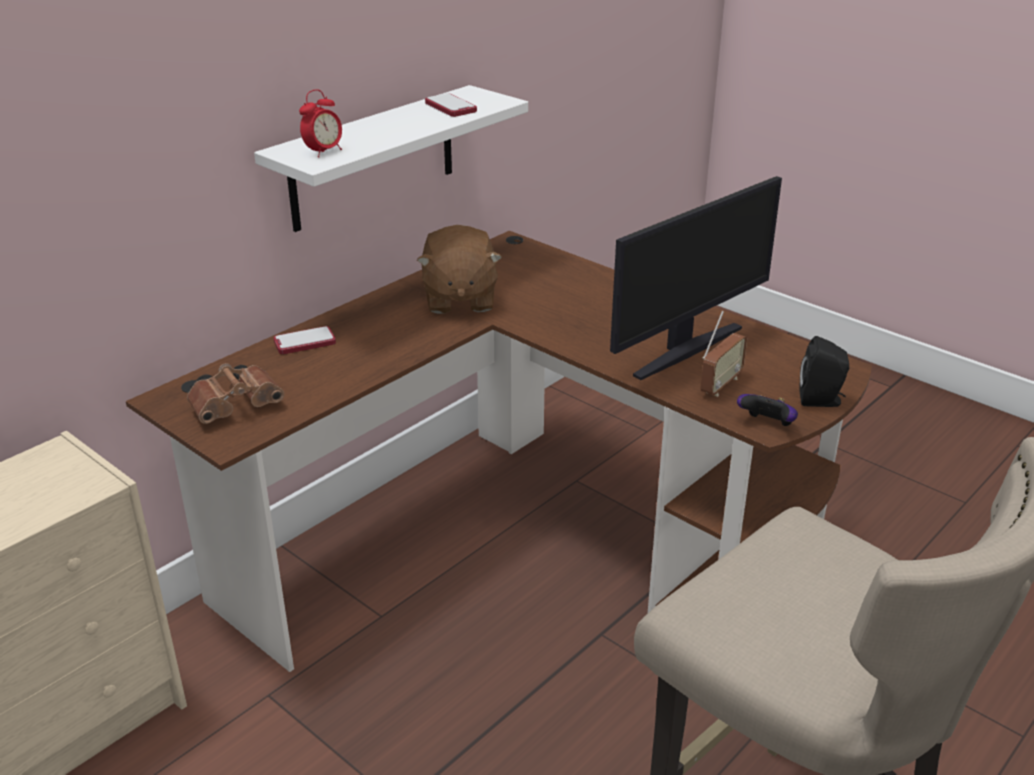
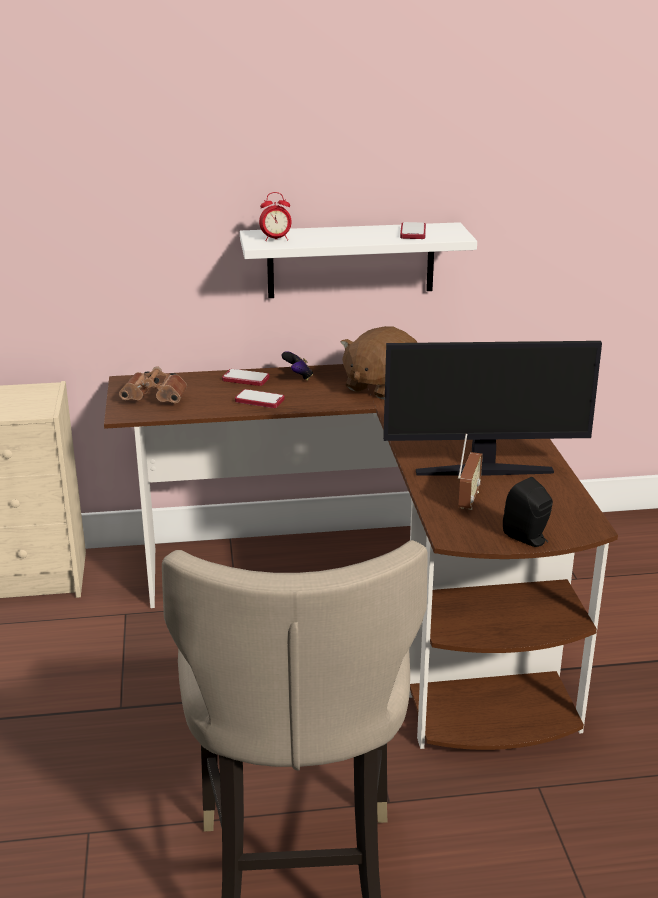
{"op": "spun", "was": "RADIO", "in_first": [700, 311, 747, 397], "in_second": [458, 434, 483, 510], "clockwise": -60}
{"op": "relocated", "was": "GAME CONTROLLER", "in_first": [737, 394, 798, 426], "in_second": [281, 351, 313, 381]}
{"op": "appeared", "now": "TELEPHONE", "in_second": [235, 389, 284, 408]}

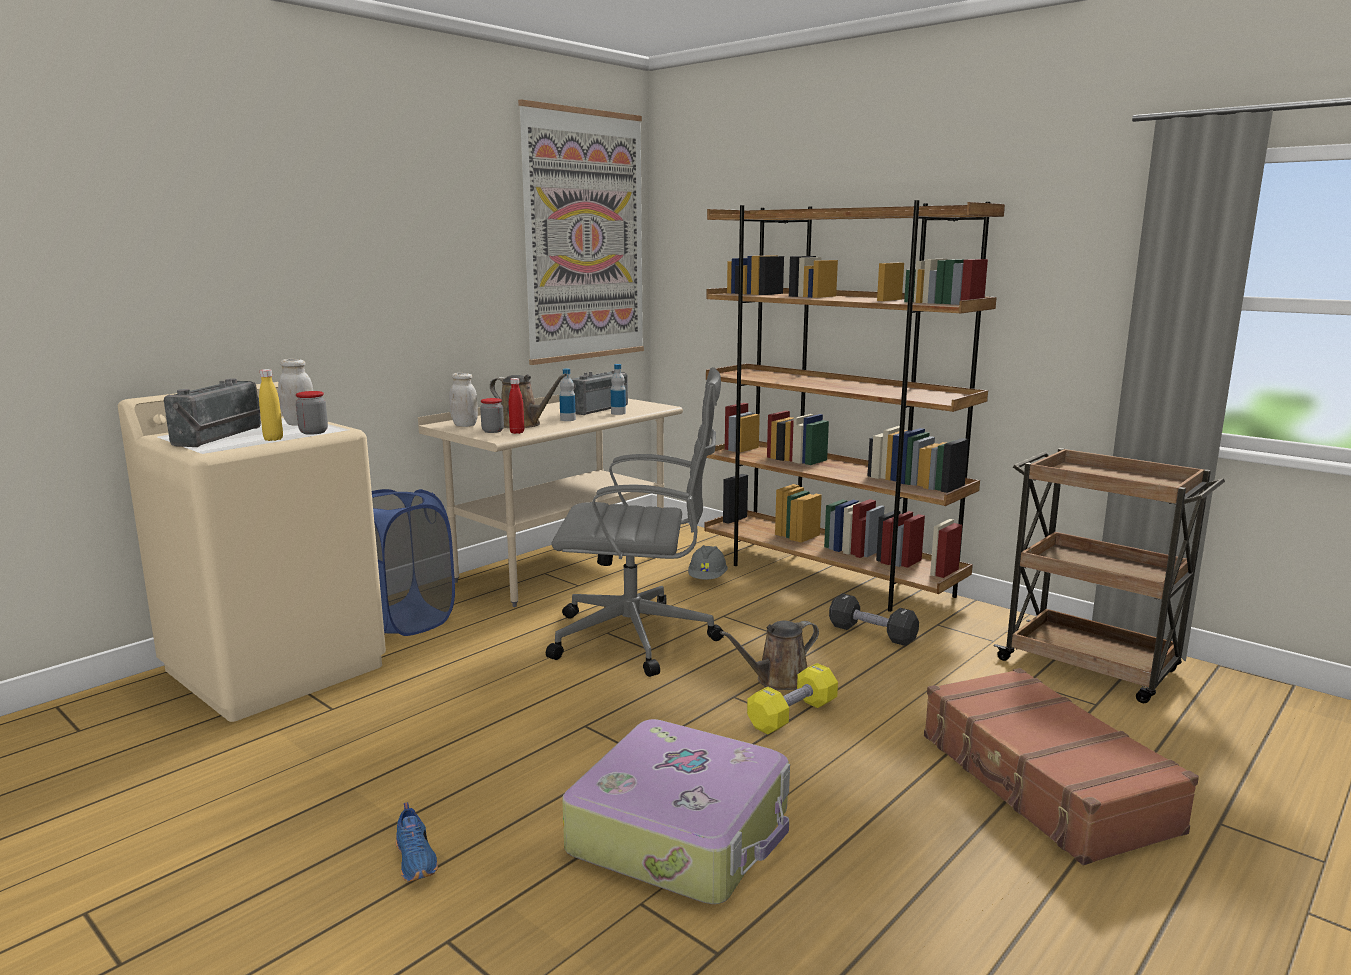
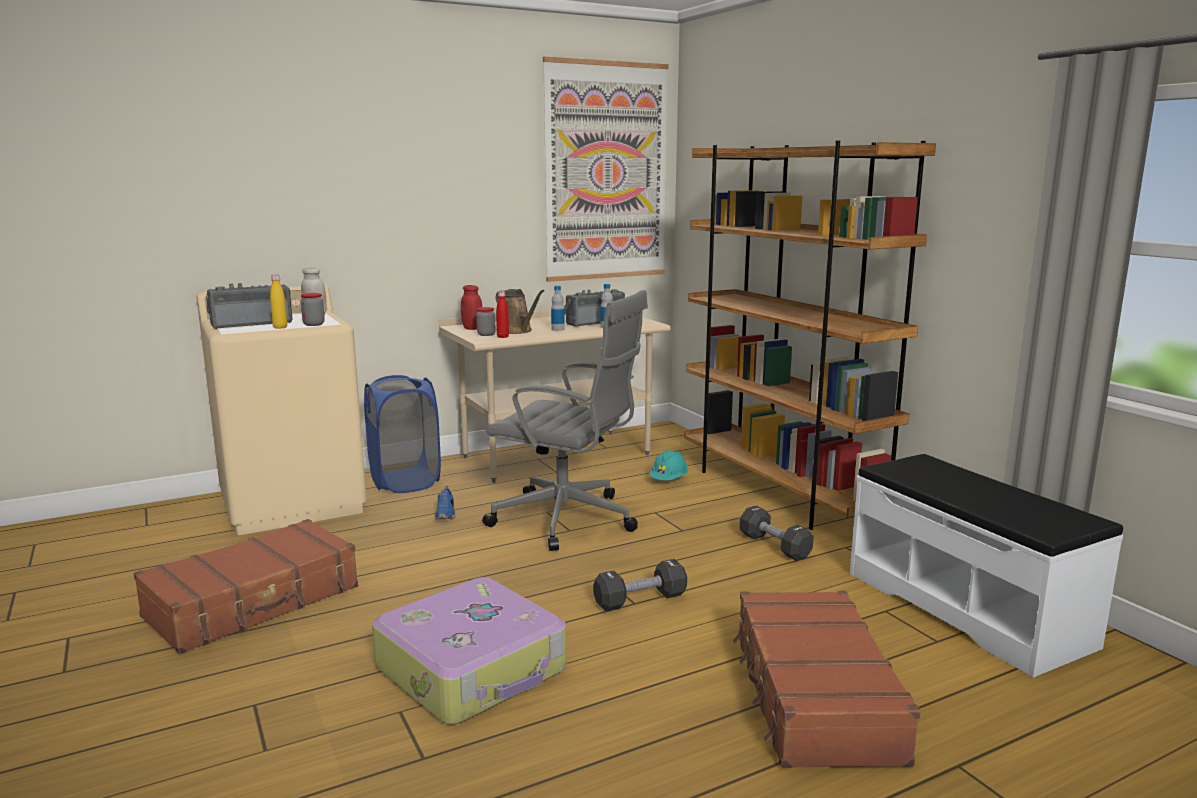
{"op": "spun", "was": "RADIO", "in_first": [164, 378, 261, 447], "in_second": [206, 283, 292, 329], "clockwise": -150}
{"op": "relocated", "was": "BLUE-COLOURED SHOE", "in_first": [396, 802, 438, 882], "in_second": [435, 486, 455, 520]}
{"op": "colour", "was": "WHITE-COLOURED STORAGE JAR", "now": "RED STORAGE JAR", "in_first": [449, 373, 478, 427], "in_second": [461, 285, 482, 330]}
{"op": "colour", "was": "GRAY SAFETY HELMET", "now": "TURQUOISE-COLOURED SAFETY HELMET", "in_first": [688, 545, 728, 579], "in_second": [649, 450, 688, 480]}
{"op": "missing", "was": "BROWN SPRINKLING CAN", "in_first": [720, 621, 819, 690]}
{"op": "colour", "was": "YELLOW HAND WEIGHT", "now": "BLACK-COLOURED HAND WEIGHT", "in_first": [747, 663, 838, 734], "in_second": [593, 559, 687, 611]}
{"op": "exchanged", "was": "BROWN TROLLEY", "now": "WHITE-COLOURED BENCH", "in_first": [993, 448, 1225, 703], "in_second": [850, 454, 1123, 678]}
{"op": "appeared", "now": "BROWN PIECE OF LUGGAGE", "in_second": [133, 519, 358, 654]}

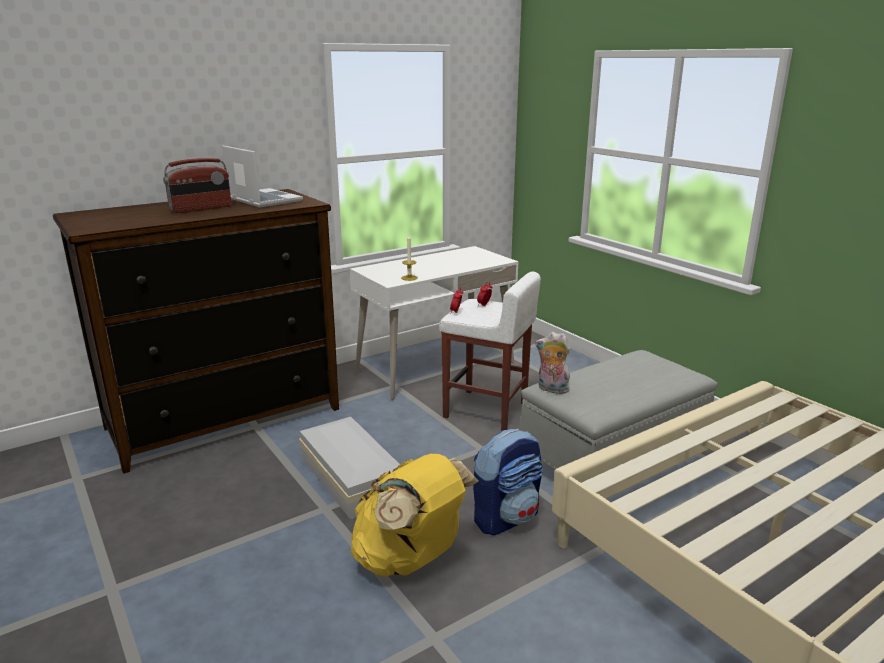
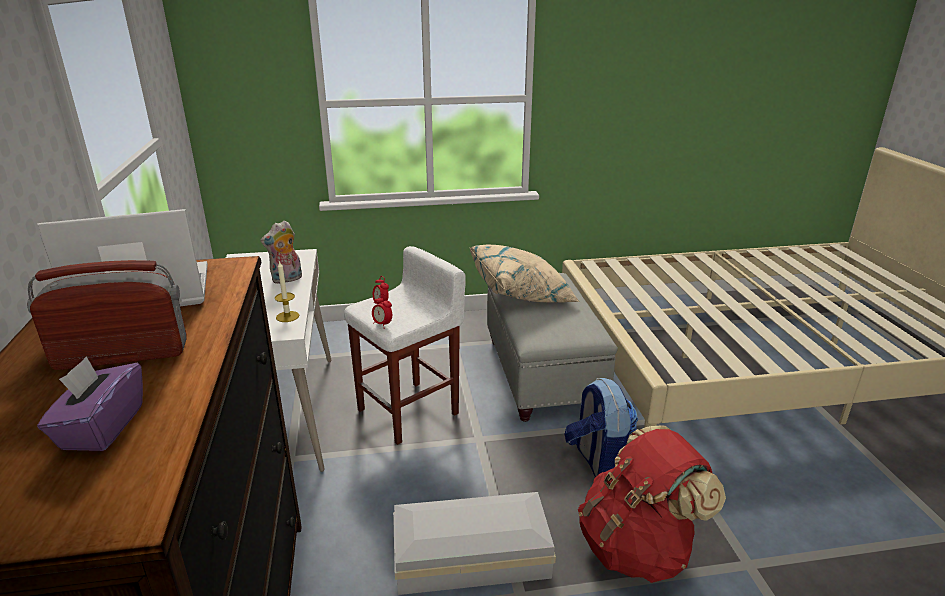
{"op": "spun", "was": "RADIO", "in_first": [163, 158, 231, 213], "in_second": [27, 260, 187, 370], "clockwise": -90}
{"op": "colour", "was": "YELLOW KNAPSACK", "now": "RED KNAPSACK", "in_first": [351, 454, 479, 576], "in_second": [578, 425, 726, 583]}
{"op": "relocated", "was": "CUDDLY TOY", "in_first": [535, 332, 570, 394], "in_second": [260, 220, 302, 284]}
{"op": "appeared", "now": "PURPLISH TISSUE HOLDER", "in_second": [37, 356, 143, 451]}
{"op": "appeared", "now": "BEIGE CUSHION", "in_second": [470, 244, 580, 303]}

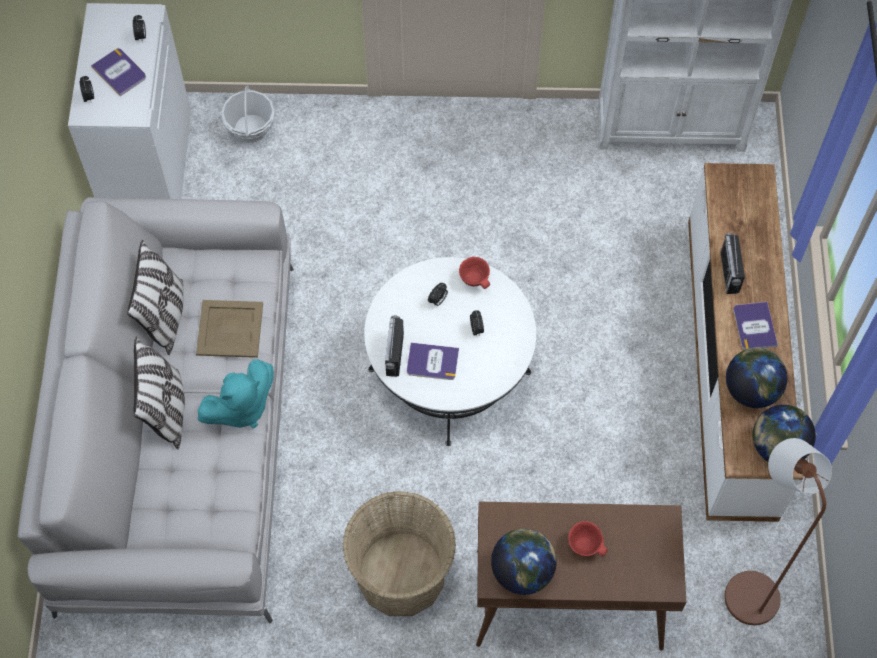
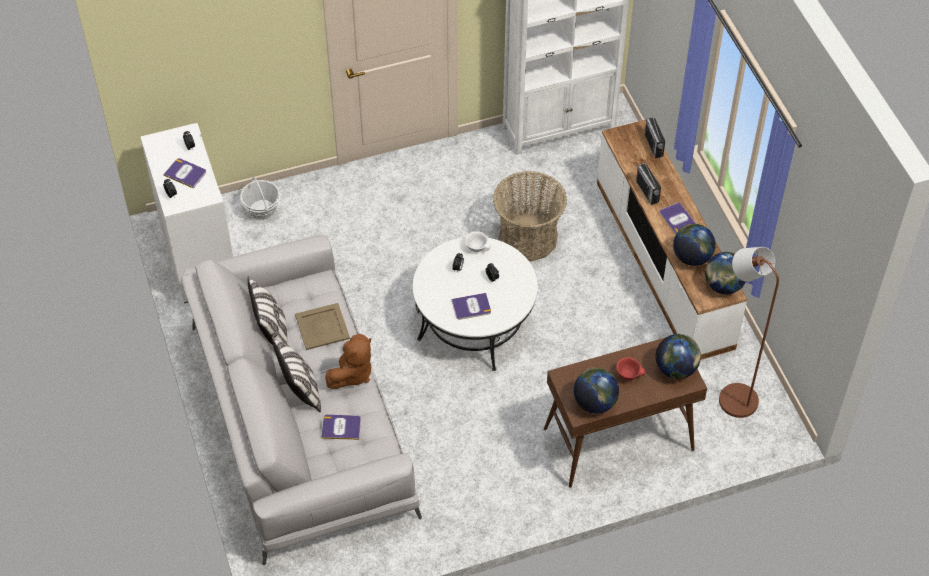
{"op": "colour", "was": "TURQUOISE-COLOURED CUDDLY TOY", "now": "BROWN CUDDLY TOY", "in_first": [198, 359, 274, 429], "in_second": [325, 334, 371, 389]}
{"op": "relocated", "was": "STORAGE BASKET", "in_first": [342, 491, 456, 616], "in_second": [493, 171, 567, 261]}
{"op": "relocated", "was": "RADIO", "in_first": [385, 315, 404, 377], "in_second": [645, 115, 665, 158]}
{"op": "colour", "was": "RED BOWL", "now": "WHITE-COLOURED BOWL", "in_first": [459, 257, 490, 289], "in_second": [466, 231, 491, 252]}
{"op": "appeared", "now": "VOLUME", "in_second": [321, 415, 361, 440]}
{"op": "appeared", "now": "GLOBE", "in_second": [656, 334, 701, 379]}

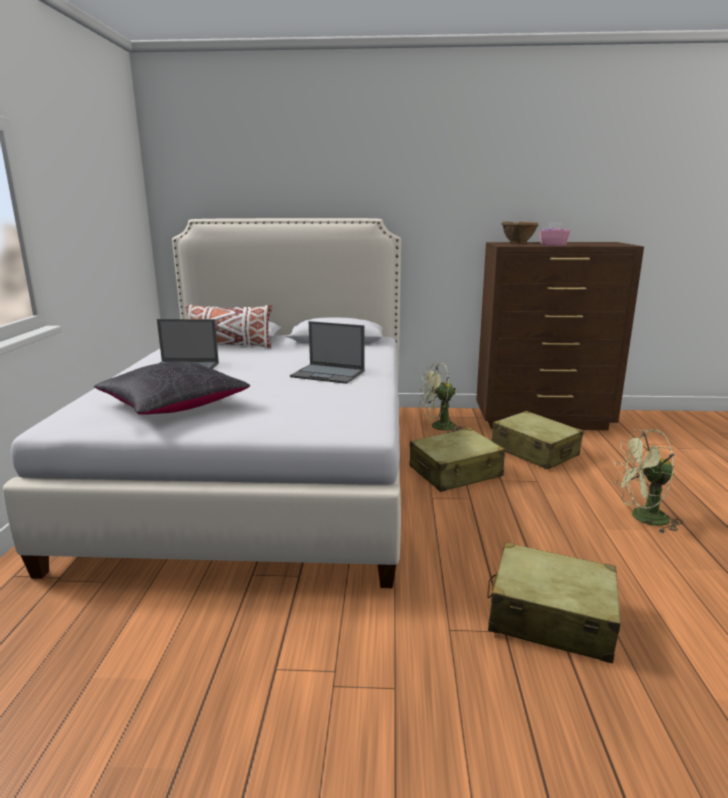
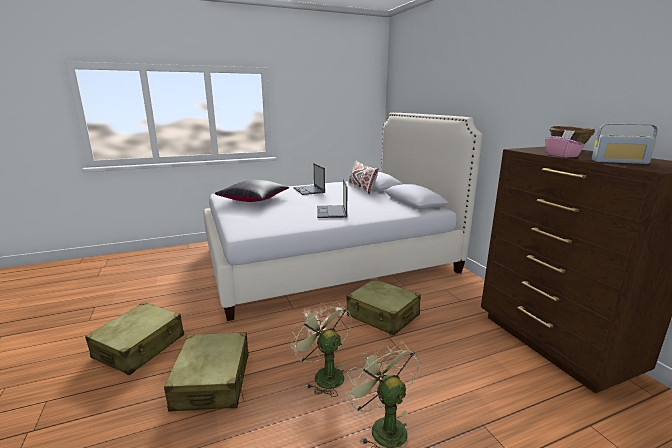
{"op": "relocated", "was": "GREEN-COLOURED ELECTRIC FAN", "in_first": [420, 363, 465, 433], "in_second": [290, 301, 352, 397]}
{"op": "relocated", "was": "BEIGE PIECE OF LUGGAGE", "in_first": [491, 411, 584, 470], "in_second": [85, 302, 184, 375]}
{"op": "appeared", "now": "RADIO", "in_second": [592, 124, 658, 164]}

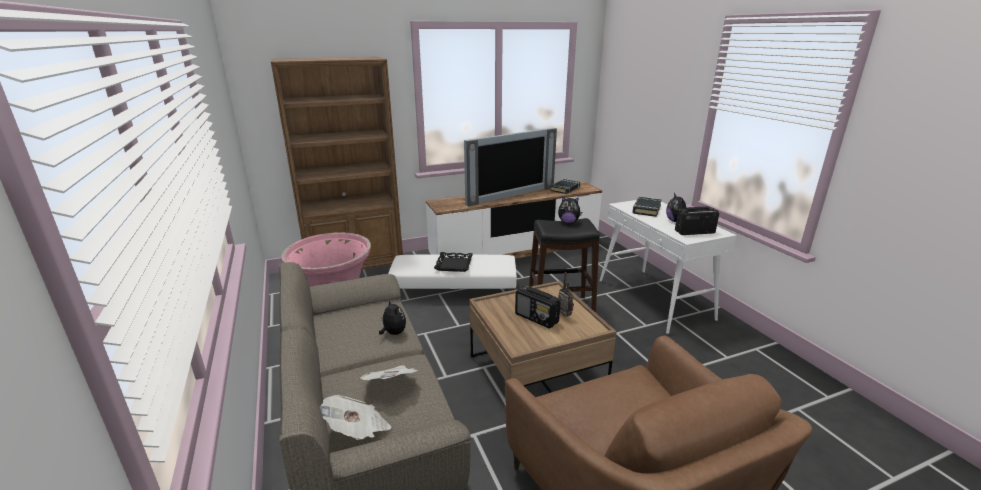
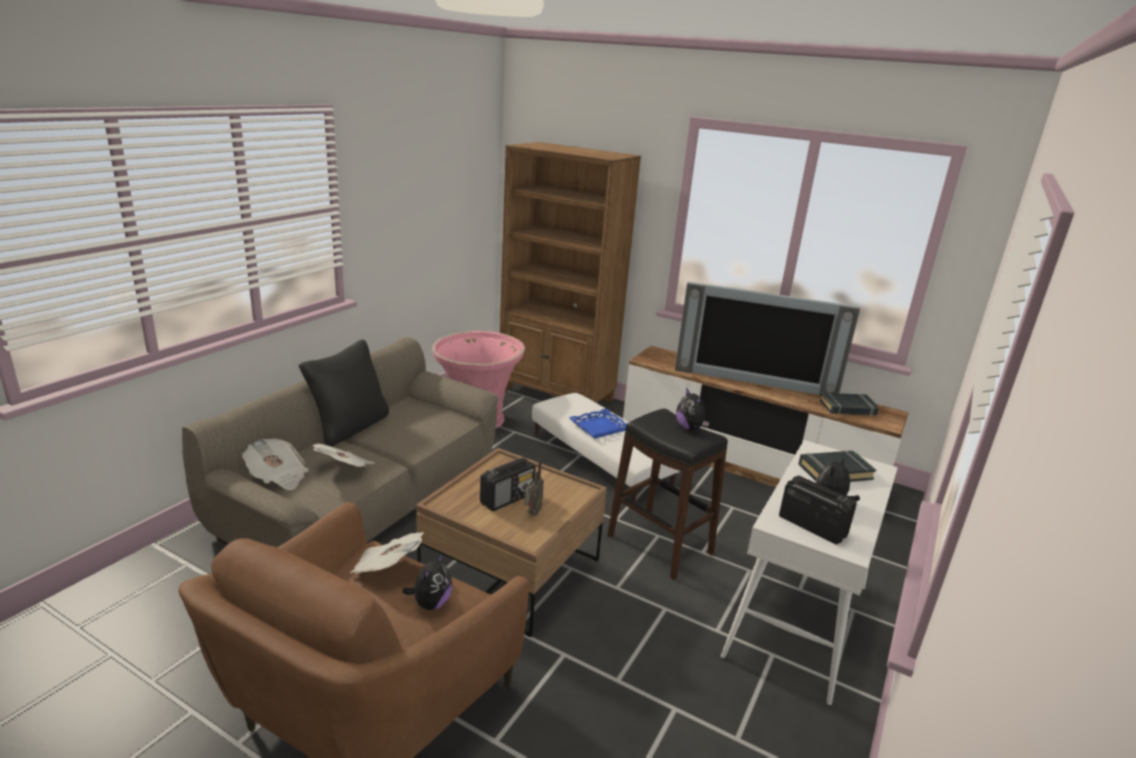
{"op": "relocated", "was": "CUDDLY TOY", "in_first": [379, 300, 406, 335], "in_second": [403, 552, 452, 610]}
{"op": "colour", "was": "BLACK-COLOURED SERVING TRAY", "now": "BLUE-COLOURED SERVING TRAY", "in_first": [434, 252, 473, 272], "in_second": [569, 408, 628, 438]}
{"op": "spun", "was": "RADIO", "in_first": [515, 286, 561, 329], "in_second": [480, 458, 536, 511], "clockwise": -135}
{"op": "appeared", "now": "BLACK-COLOURED CUSHION", "in_second": [299, 339, 389, 447]}
{"op": "appeared", "now": "PRINTED PAPER", "in_second": [350, 532, 424, 573]}

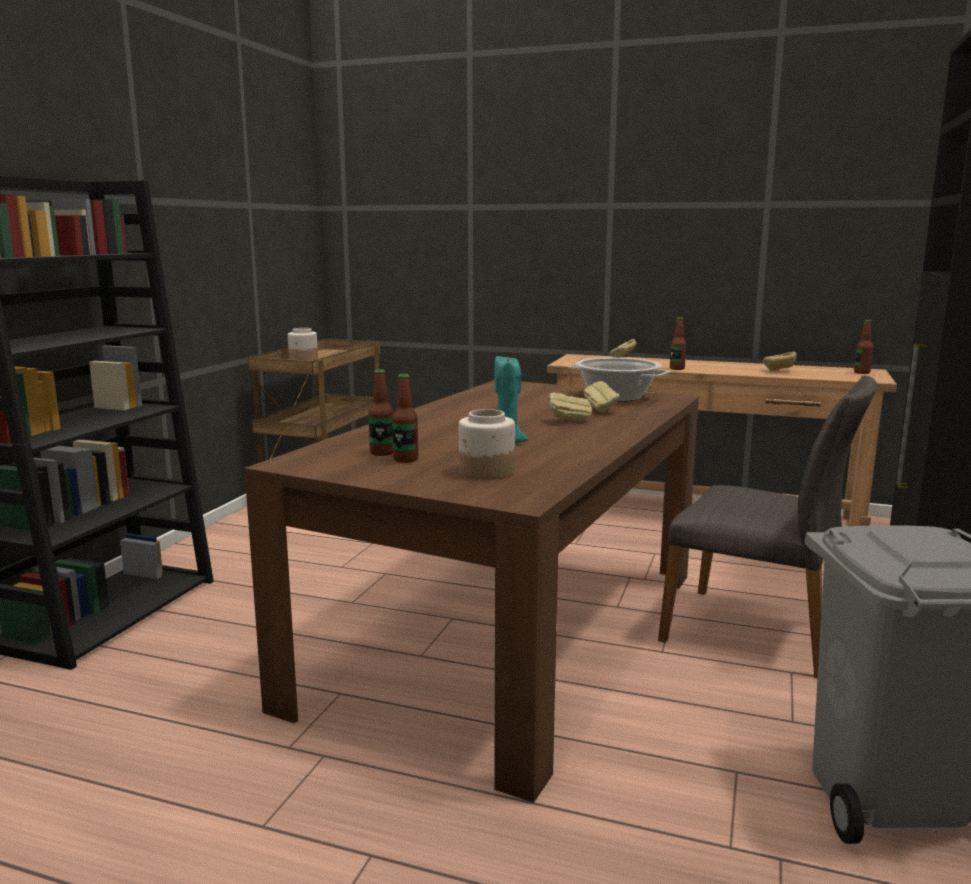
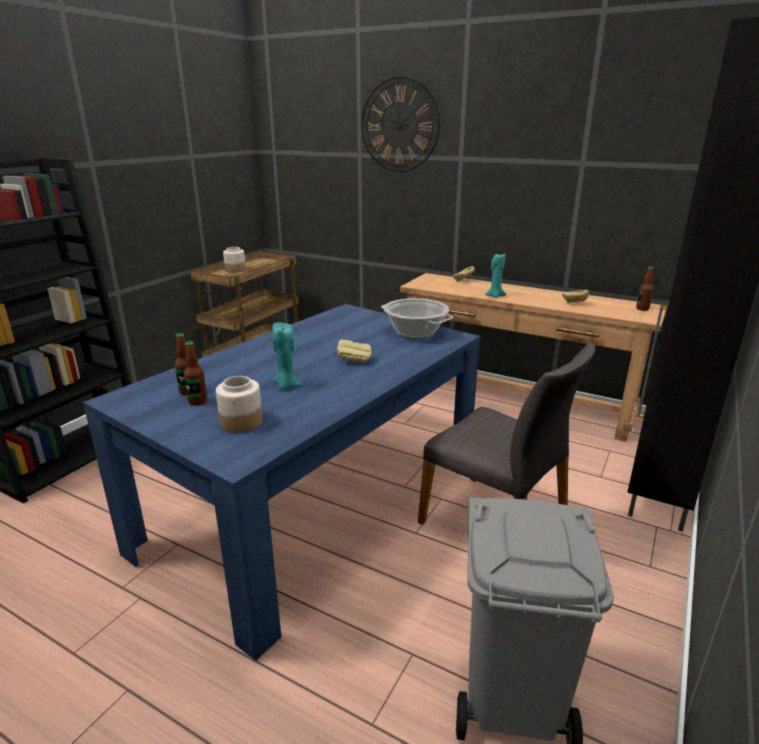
{"op": "colour", "was": "BROWN DINNER TABLE", "now": "BLUE-COLOURED DINNER TABLE", "in_first": [244, 380, 699, 803], "in_second": [83, 304, 480, 661]}
{"op": "missing", "was": "BAKERY BREAD", "in_first": [584, 381, 620, 413]}
{"op": "exchanged", "was": "DRINK BOTTLE", "now": "TURQUOISE-COLOURED WAX LIGHT", "in_first": [670, 317, 686, 370], "in_second": [485, 254, 506, 298]}
{"op": "appeared", "now": "CLOCK ON THE WALL", "in_second": [361, 75, 440, 172]}

